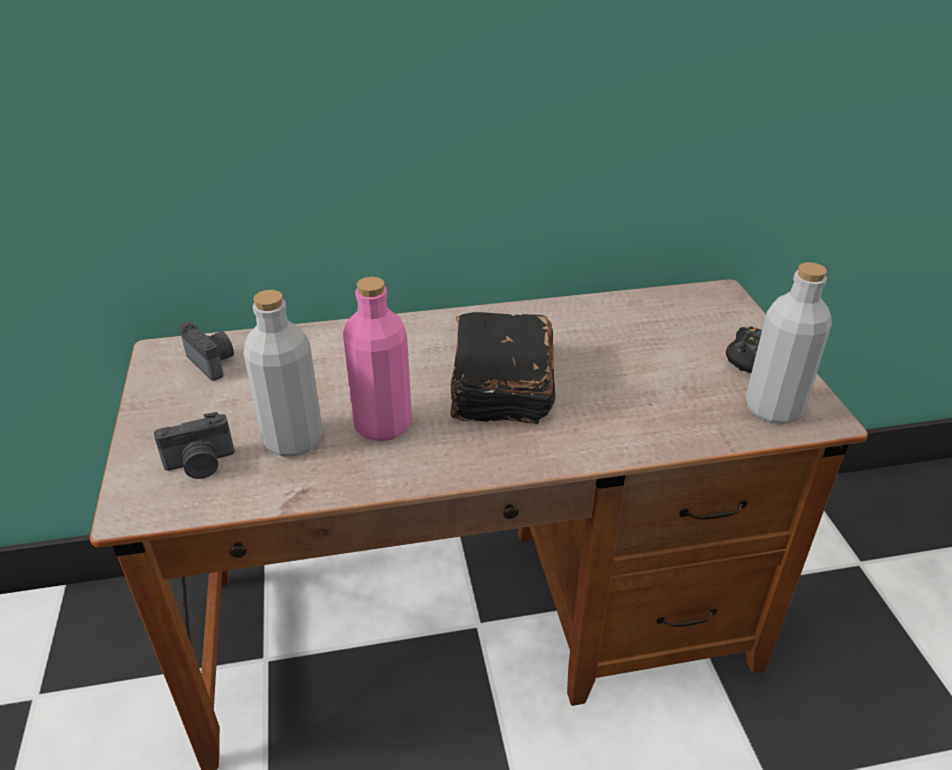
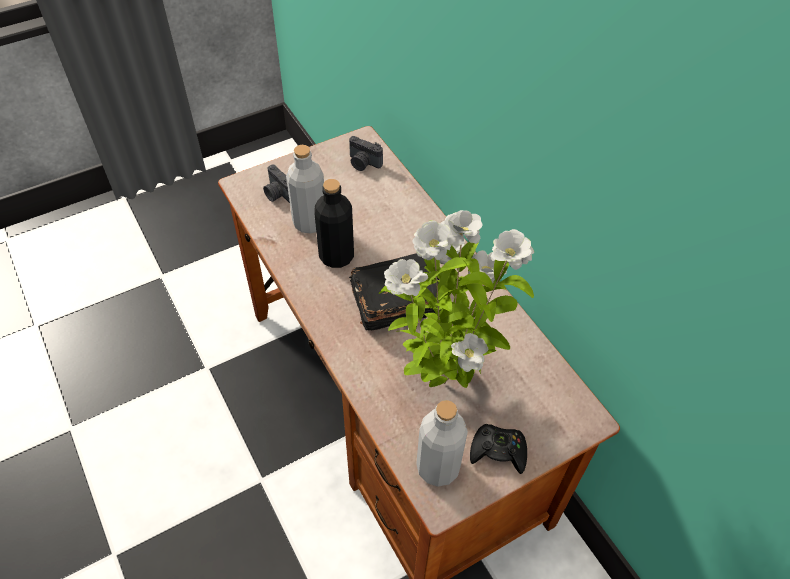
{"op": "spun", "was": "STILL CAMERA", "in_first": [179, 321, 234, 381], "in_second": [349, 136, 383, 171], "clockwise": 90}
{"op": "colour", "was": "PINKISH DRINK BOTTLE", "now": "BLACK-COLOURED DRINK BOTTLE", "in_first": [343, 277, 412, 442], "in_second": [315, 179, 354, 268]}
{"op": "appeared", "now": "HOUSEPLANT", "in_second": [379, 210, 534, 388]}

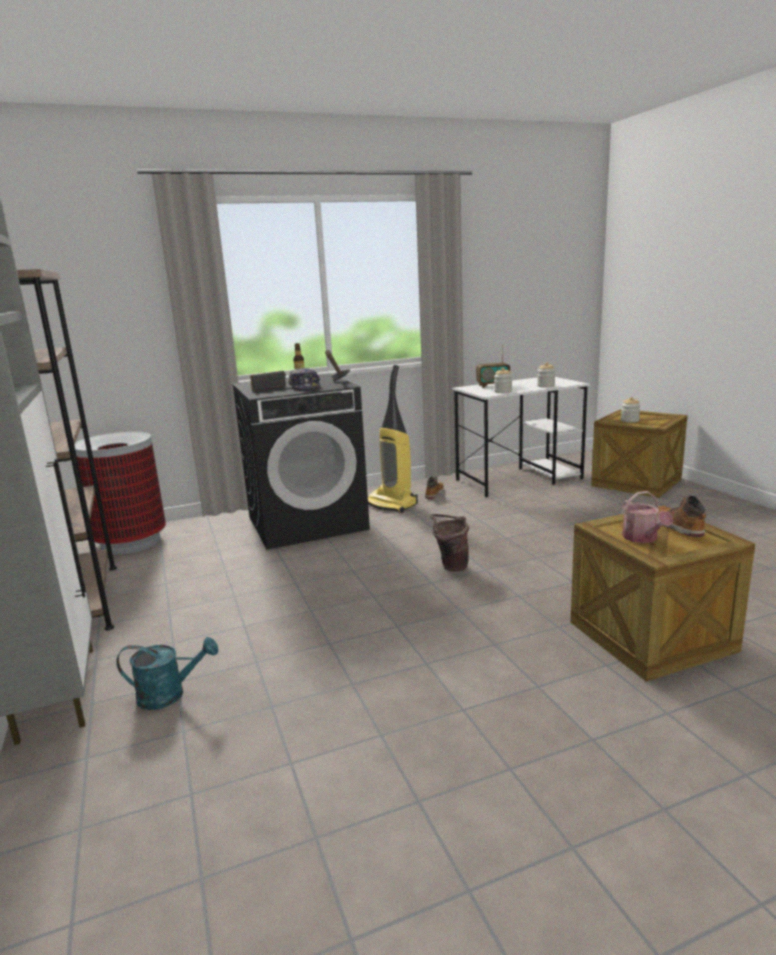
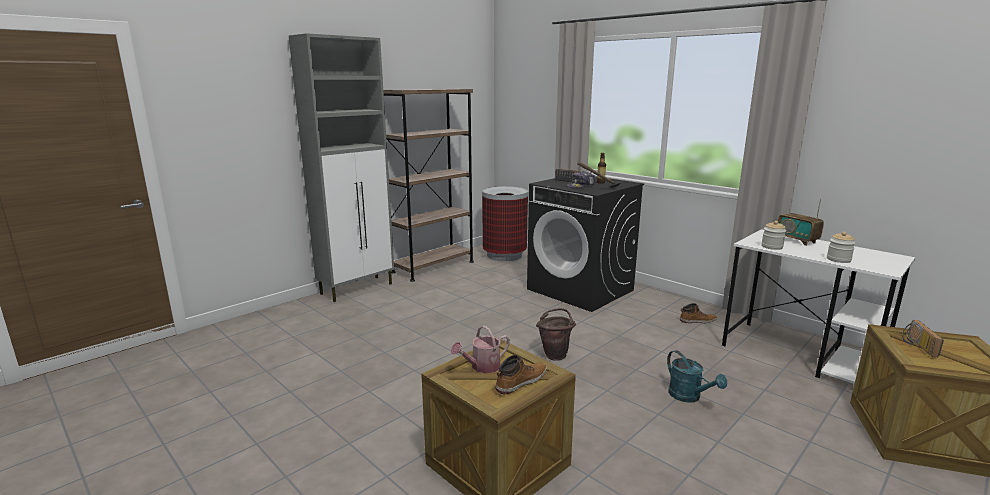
{"op": "relocated", "was": "TURQUOISE-COLOURED SPRINKLING CAN", "in_first": [116, 637, 218, 710], "in_second": [667, 350, 727, 403]}
{"op": "missing", "was": "VACUUM", "in_first": [368, 365, 418, 513]}
{"op": "exchanged", "was": "STORAGE JAR", "now": "RADIO", "in_first": [621, 397, 641, 423], "in_second": [902, 320, 944, 357]}

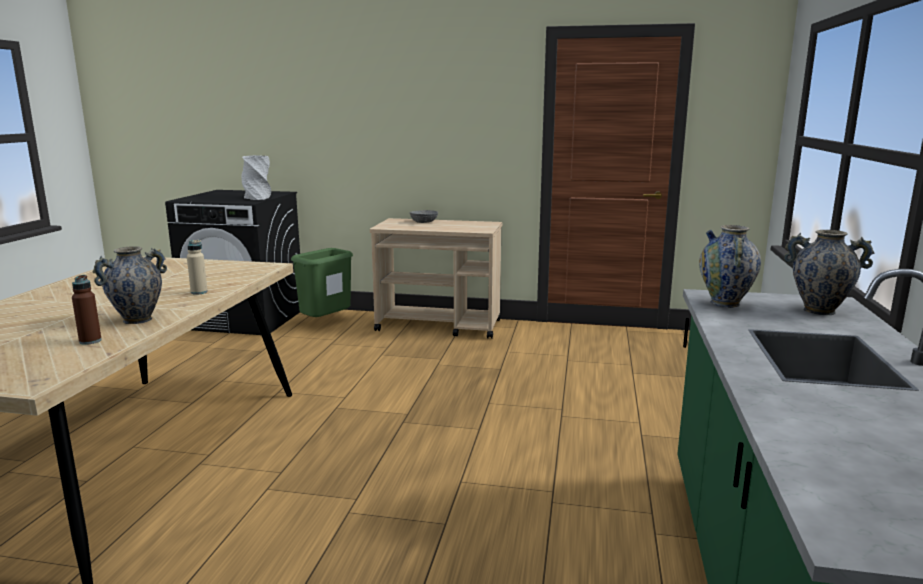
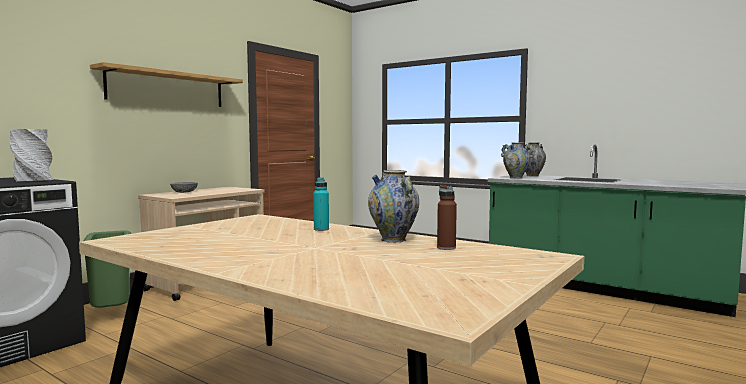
{"op": "colour", "was": "BEIGE DRINK BOTTLE", "now": "TURQUOISE-COLOURED DRINK BOTTLE", "in_first": [187, 240, 208, 295], "in_second": [313, 177, 329, 231]}
{"op": "appeared", "now": "WALL SHELF", "in_second": [90, 62, 243, 107]}

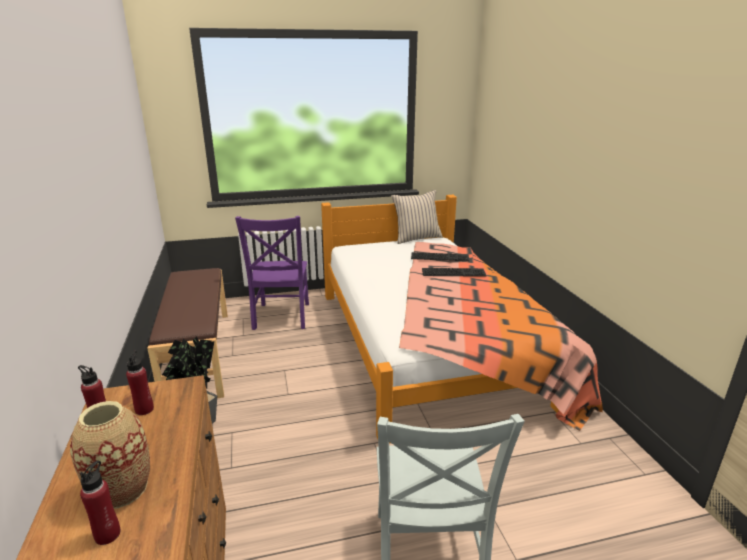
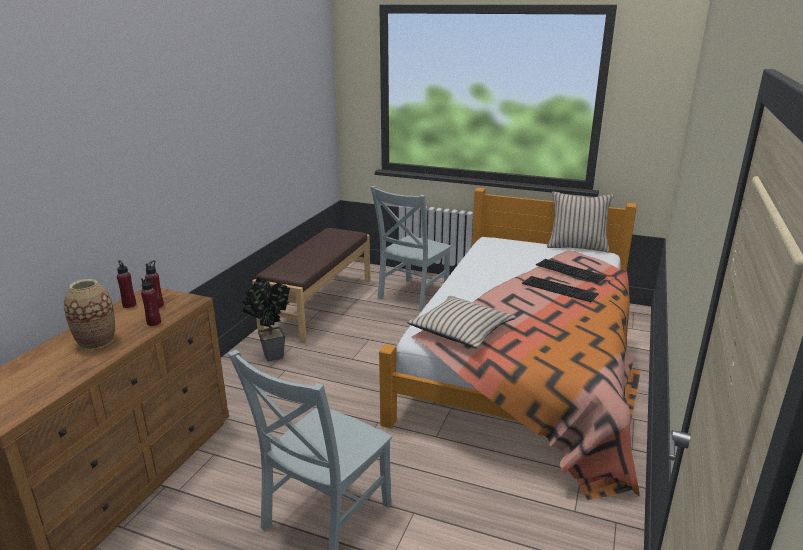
{"op": "relocated", "was": "RED DRINK BOTTLE", "in_first": [80, 460, 121, 545], "in_second": [141, 276, 161, 326]}
{"op": "colour", "was": "PURPLISH CHAIR", "now": "GRAY CHAIR", "in_first": [235, 216, 309, 330], "in_second": [371, 186, 452, 311]}
{"op": "appeared", "now": "BEIGE CUSHION", "in_second": [407, 296, 516, 349]}

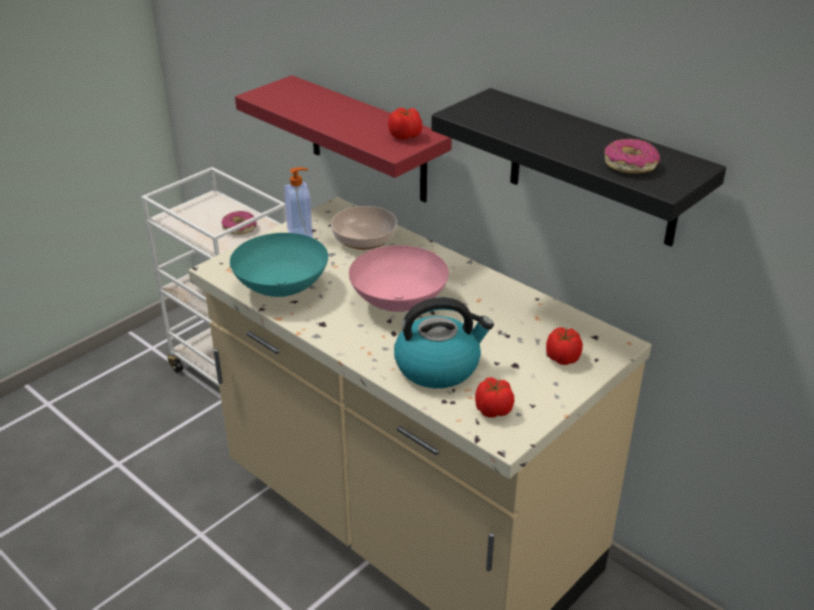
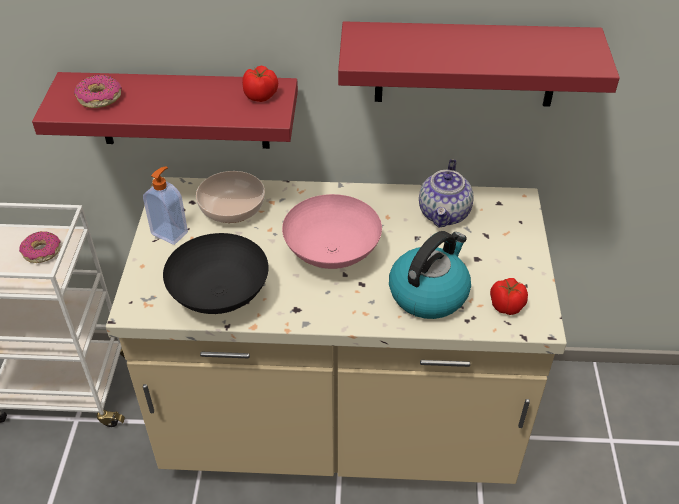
{"op": "colour", "was": "TURQUOISE-COLOURED BOWL", "now": "BLACK-COLOURED BOWL", "in_first": [230, 233, 328, 297], "in_second": [163, 233, 268, 314]}
{"op": "colour", "was": "BLACK-COLOURED WALL SHELF", "now": "RED WALL SHELF", "in_first": [431, 88, 726, 247], "in_second": [338, 22, 620, 107]}
{"op": "missing", "was": "FRESH TOMATO", "in_first": [546, 327, 583, 365]}
{"op": "relocated", "was": "DOUGHNUT", "in_first": [605, 139, 660, 174], "in_second": [74, 75, 122, 108]}
{"op": "appeared", "now": "TEA POT", "in_second": [419, 159, 474, 228]}

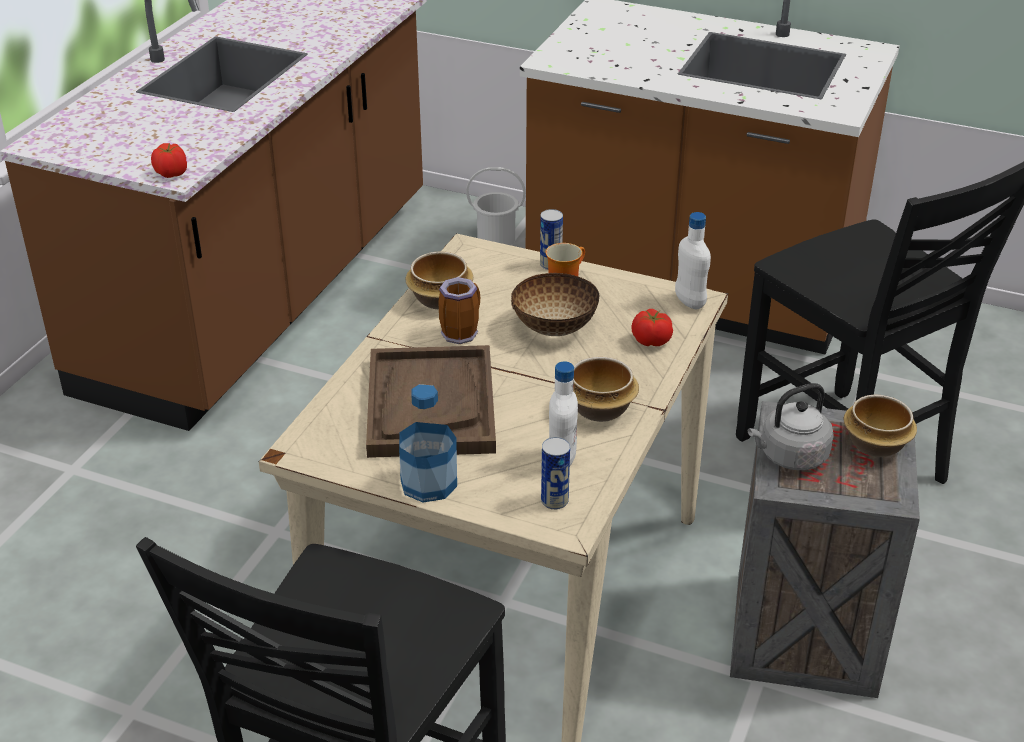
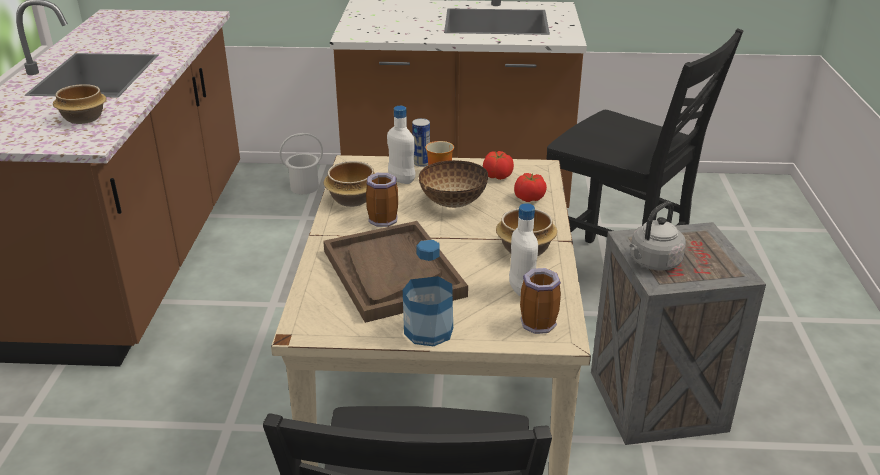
{"op": "relocated", "was": "FRESH TOMATO", "in_first": [151, 143, 187, 178], "in_second": [483, 151, 514, 180]}
{"op": "exchanged", "was": "CAN", "now": "COFFEE MUG", "in_first": [541, 437, 570, 510], "in_second": [520, 268, 561, 334]}
{"op": "relocated", "was": "WHITE-COLOURED DRINK BOTTLE", "in_first": [675, 212, 711, 309], "in_second": [387, 106, 415, 184]}
{"op": "relocated", "was": "BOWL", "in_first": [844, 395, 917, 457], "in_second": [53, 84, 106, 124]}

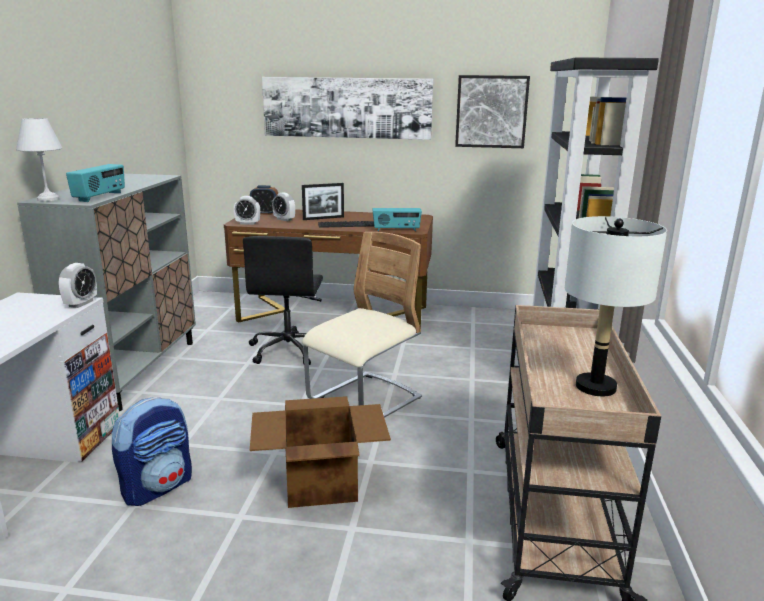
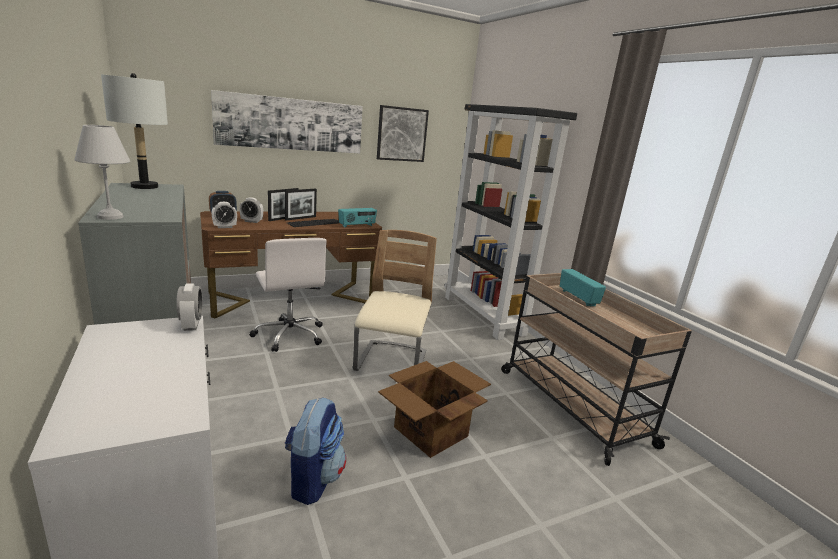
{"op": "relocated", "was": "RADIO", "in_first": [66, 164, 125, 202], "in_second": [560, 269, 606, 306]}
{"op": "colour", "was": "BLACK-COLOURED OFFICE CHAIR", "now": "WHITE-COLOURED OFFICE CHAIR", "in_first": [243, 236, 323, 365], "in_second": [249, 238, 327, 352]}
{"op": "relocated", "was": "WHITE-COLOURED TABLE LAMP", "in_first": [565, 216, 667, 396], "in_second": [101, 73, 168, 189]}
{"op": "appeared", "now": "PICTURE FRAME", "in_second": [285, 189, 317, 221]}

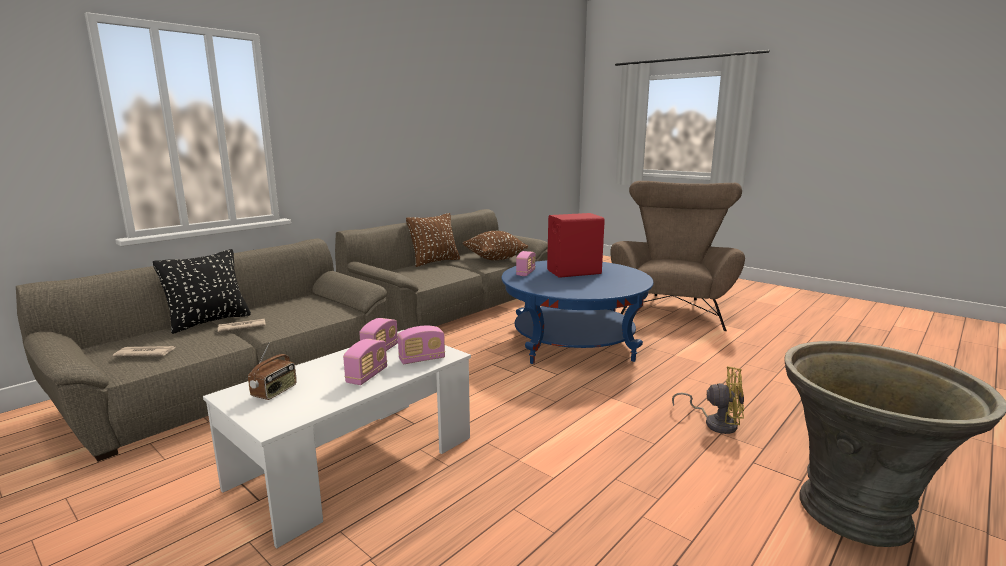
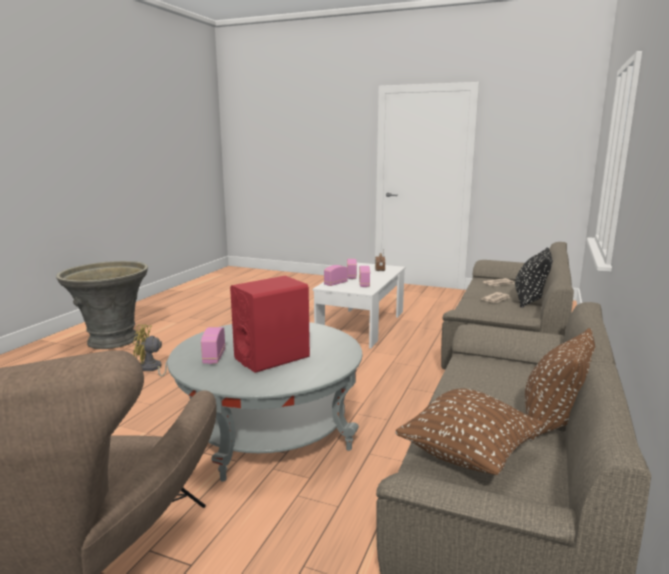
{"op": "colour", "was": "BLUE-COLOURED LOUNGE TABLE", "now": "GRAY LOUNGE TABLE", "in_first": [501, 260, 654, 364], "in_second": [167, 322, 362, 482]}
{"op": "relocated", "was": "RADIO", "in_first": [516, 251, 535, 276], "in_second": [201, 327, 225, 364]}

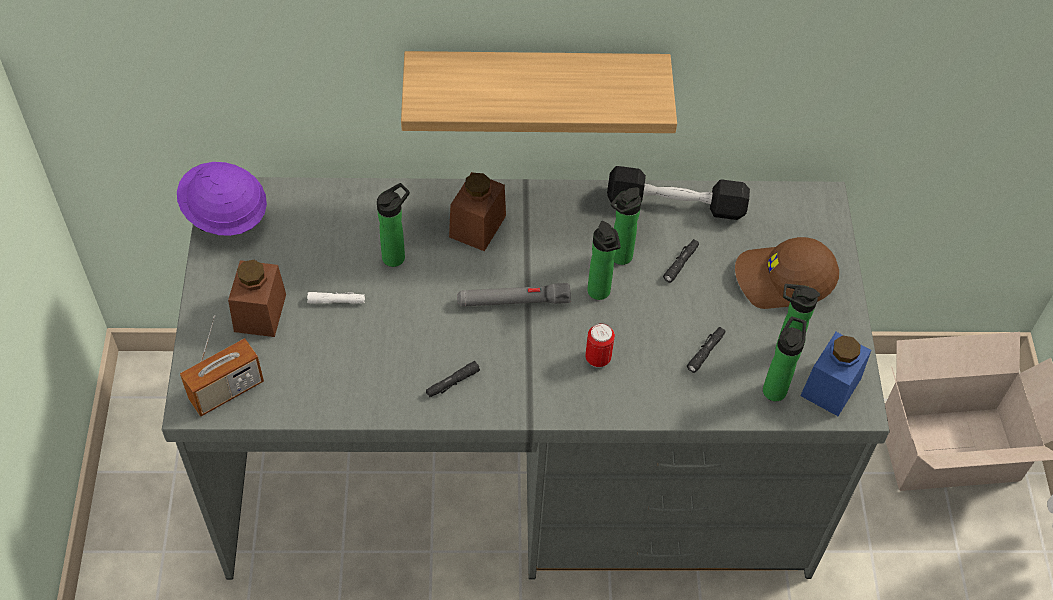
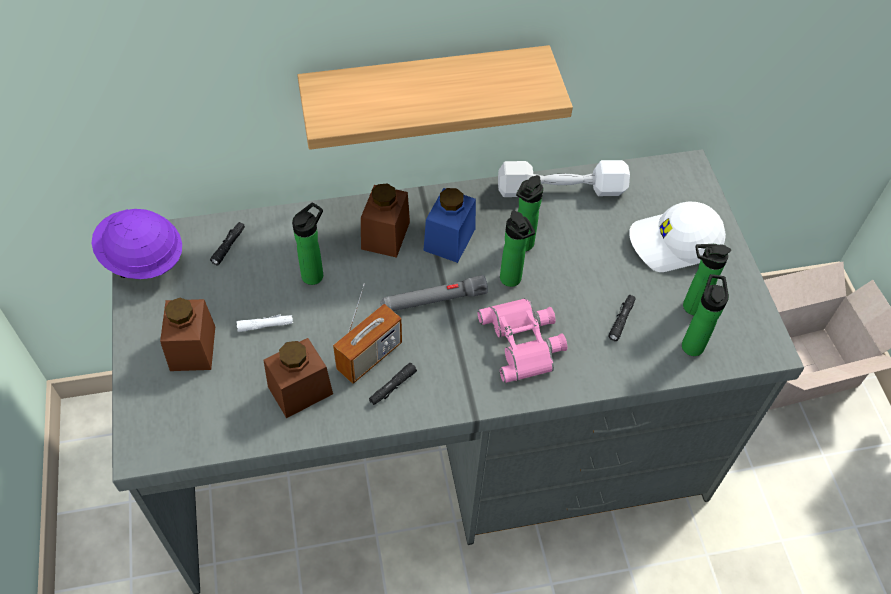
{"op": "relocated", "was": "RADIO", "in_first": [180, 315, 264, 417], "in_second": [333, 284, 402, 384]}
{"op": "exchanged", "was": "CAN", "now": "PINKISH FIELD GLASSES", "in_first": [585, 323, 615, 368], "in_second": [477, 298, 567, 383]}
{"op": "colour", "was": "BLACK-COLOURED HAND WEIGHT", "now": "WHITE-COLOURED HAND WEIGHT", "in_first": [607, 166, 750, 220], "in_second": [498, 160, 630, 197]}
{"op": "relocated", "was": "BLACK-COLOURED HAND TORCH", "in_first": [663, 239, 699, 283], "in_second": [210, 222, 245, 265]}
{"op": "colour", "was": "BROWN CAP", "now": "WHITE-COLOURED CAP", "in_first": [735, 237, 839, 309], "in_second": [629, 202, 726, 272]}
{"op": "relocated", "was": "BLUE-COLOURED STORAGE JAR", "in_first": [800, 332, 871, 416], "in_second": [423, 188, 476, 263]}
{"op": "appeared", "now": "BROWN STORAGE JAR", "in_second": [263, 338, 333, 418]}

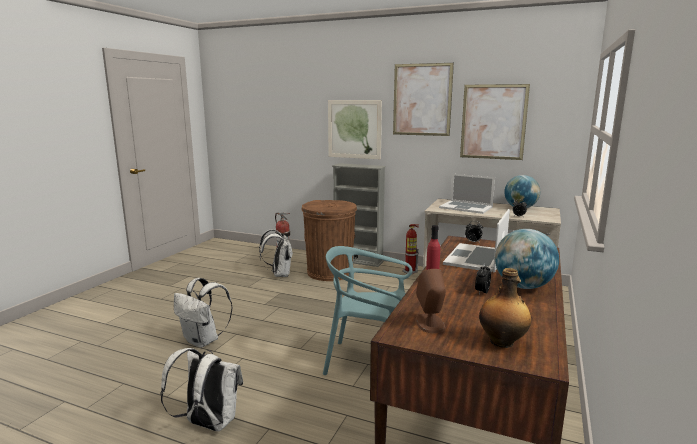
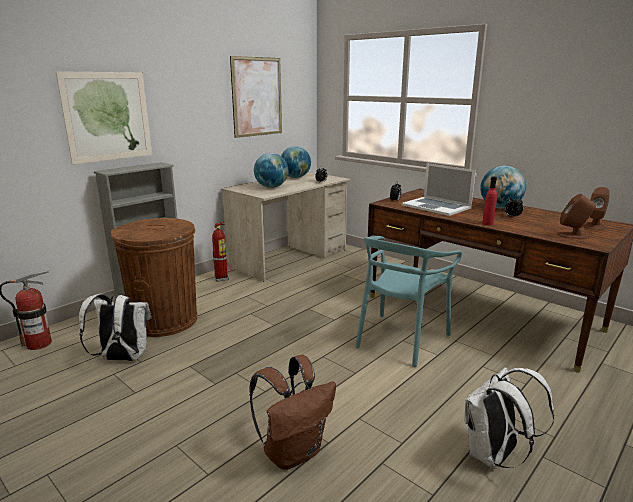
{"op": "colour", "was": "WHITE-COLOURED KNAPSACK", "now": "BROWN KNAPSACK", "in_first": [174, 278, 233, 348], "in_second": [249, 355, 336, 470]}
{"op": "missing", "was": "WALL PICTURE", "in_first": [393, 63, 454, 136]}
{"op": "exchanged", "was": "LAPTOP", "now": "GLOBE", "in_first": [439, 174, 495, 214], "in_second": [254, 153, 288, 188]}
{"op": "exchanged", "was": "DRINK BOTTLE", "now": "BROWN AUDIO SPEAKER", "in_first": [479, 268, 531, 348], "in_second": [584, 187, 610, 230]}

